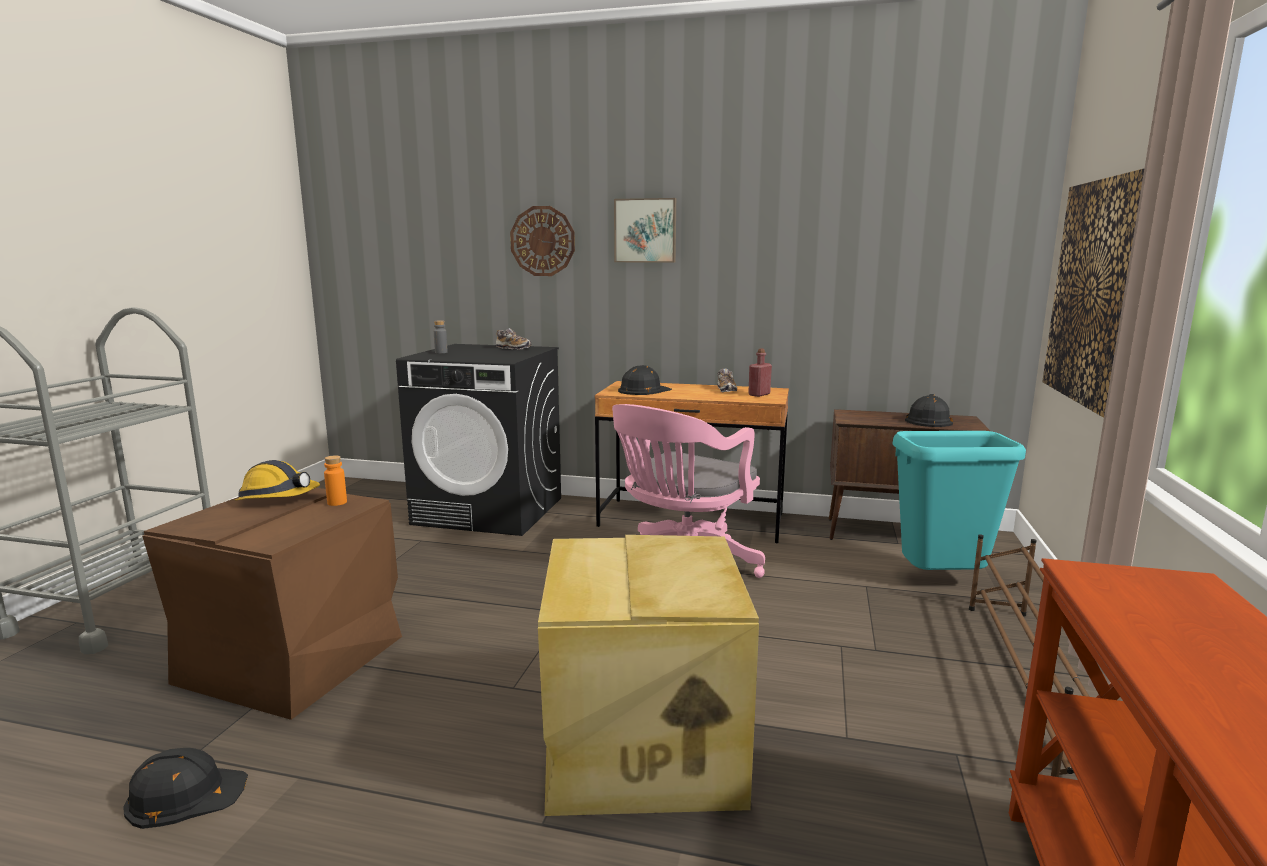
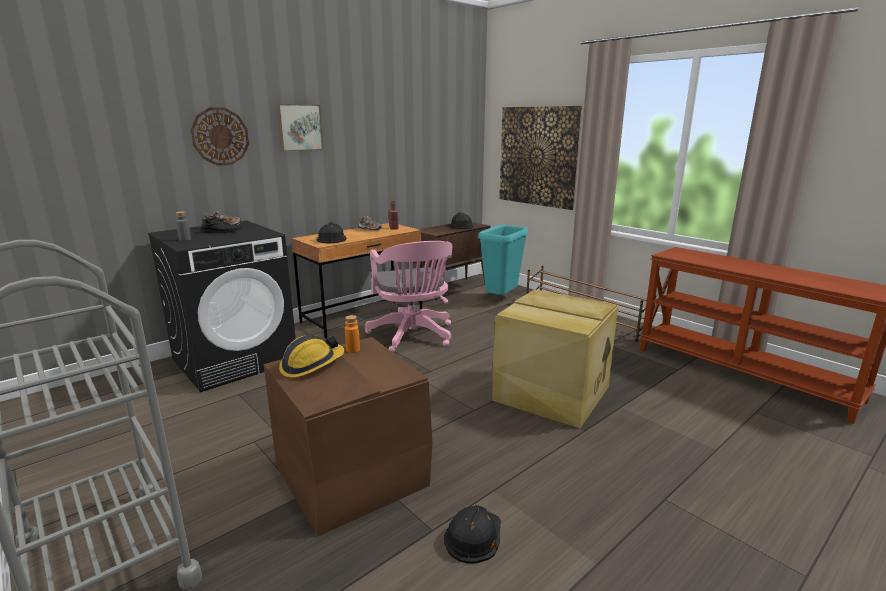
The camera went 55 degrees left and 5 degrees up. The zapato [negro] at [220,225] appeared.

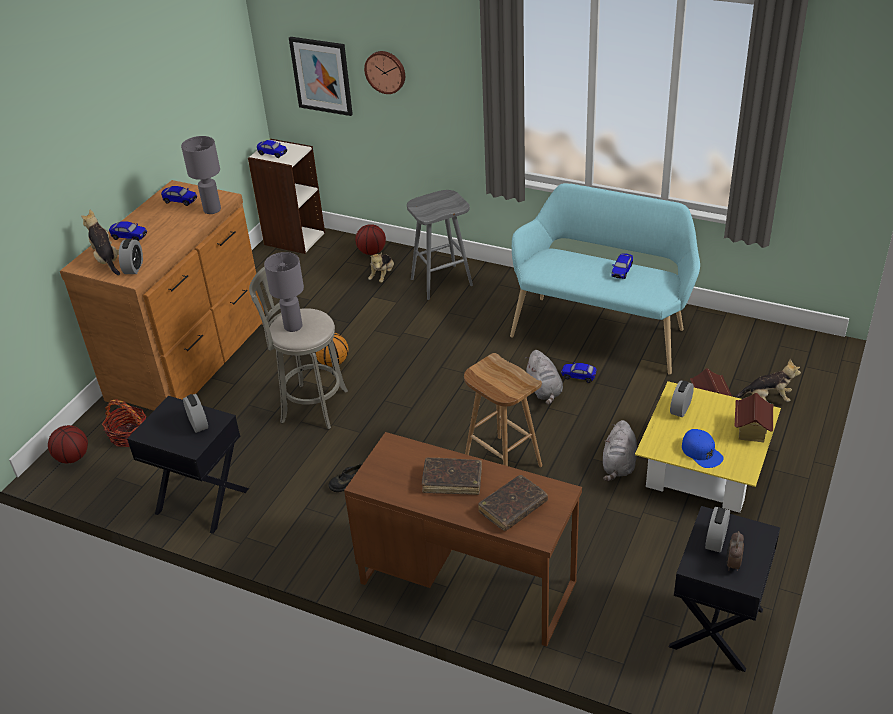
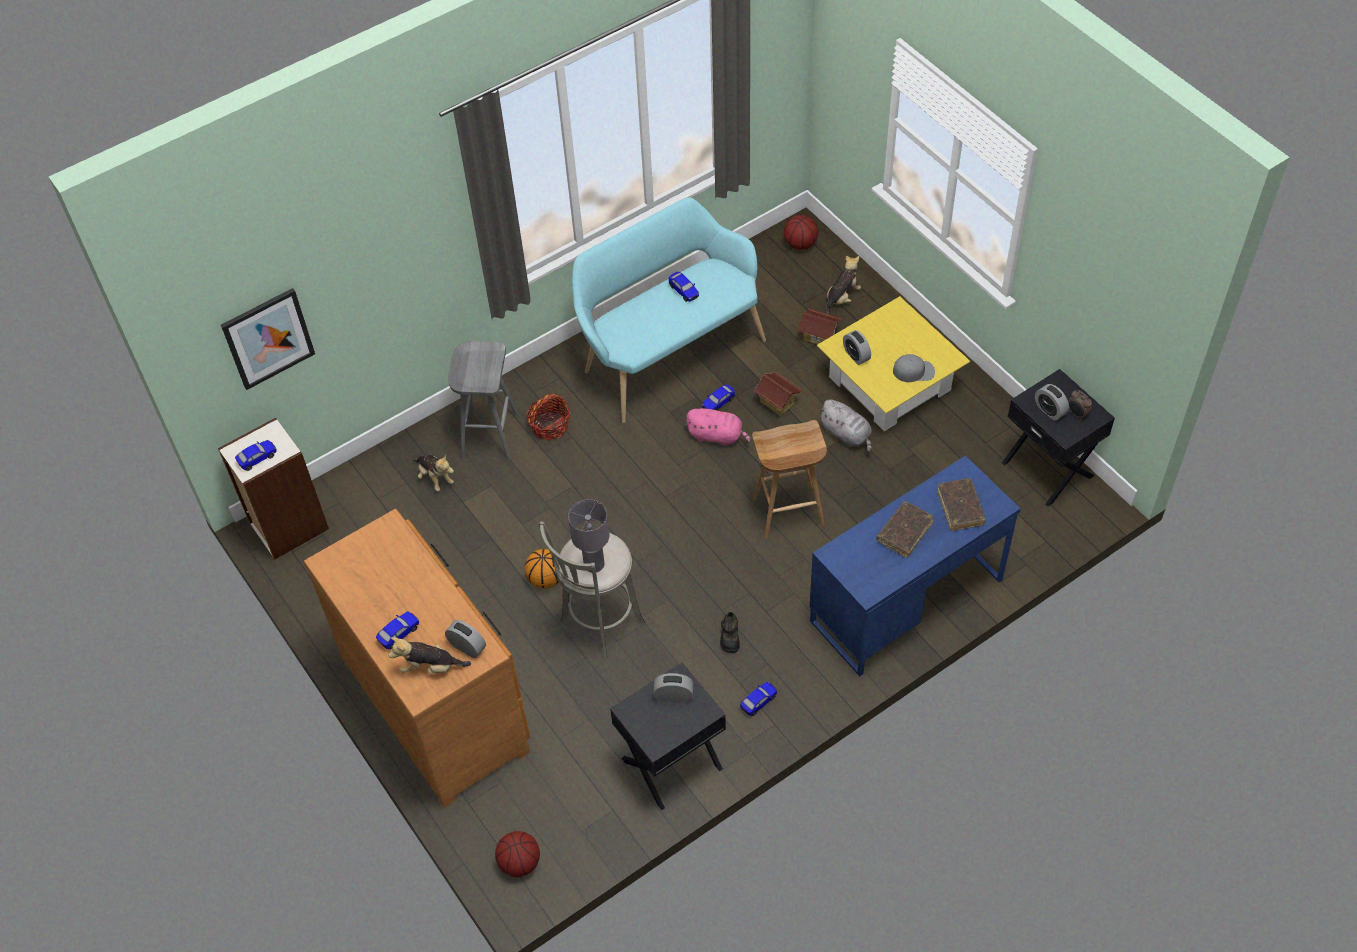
The camera went 60 degrees left and 15 degrees up. The reloj de pared at [384,72] disappeared. The lámpara de mesa [gris] at [201,175] disappeared. The coche de juguete moved from [179,196] to [758,699]. The balón de baloncesto moved from [370,239] to [801,232]. The peluche [gris] at [544,377] became the peluche [rosa] at [718,427]. The casita moved from [753,417] to [777,394]. The cesta moved from [124,423] to [548,417]. The gorra [azul] at [703,448] became the gorra [gris] at [914,368]. The escritorio [marrón] at [463,539] became the escritorio [azul] at [915,565].

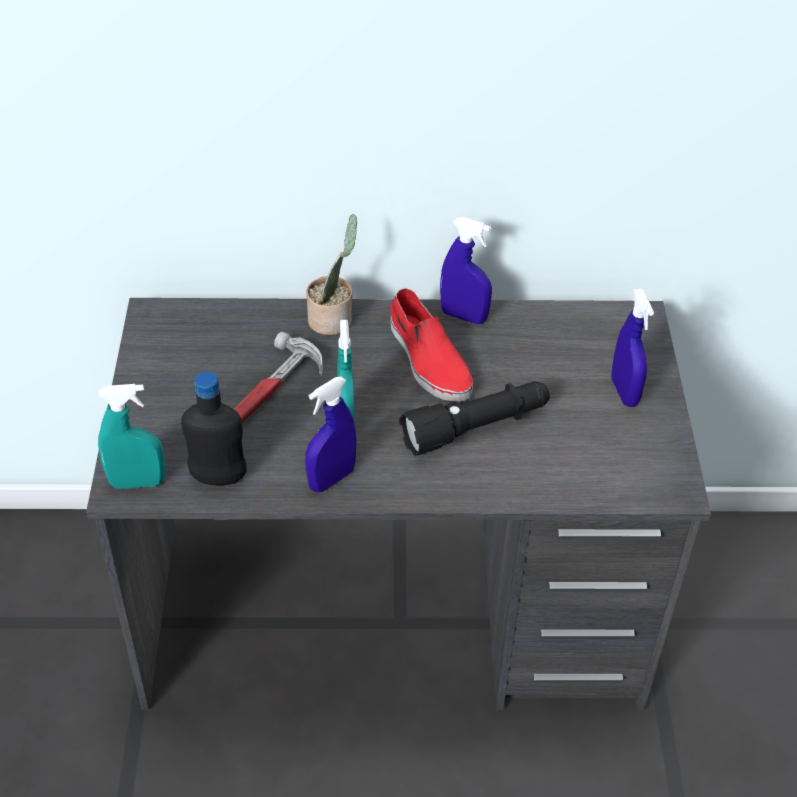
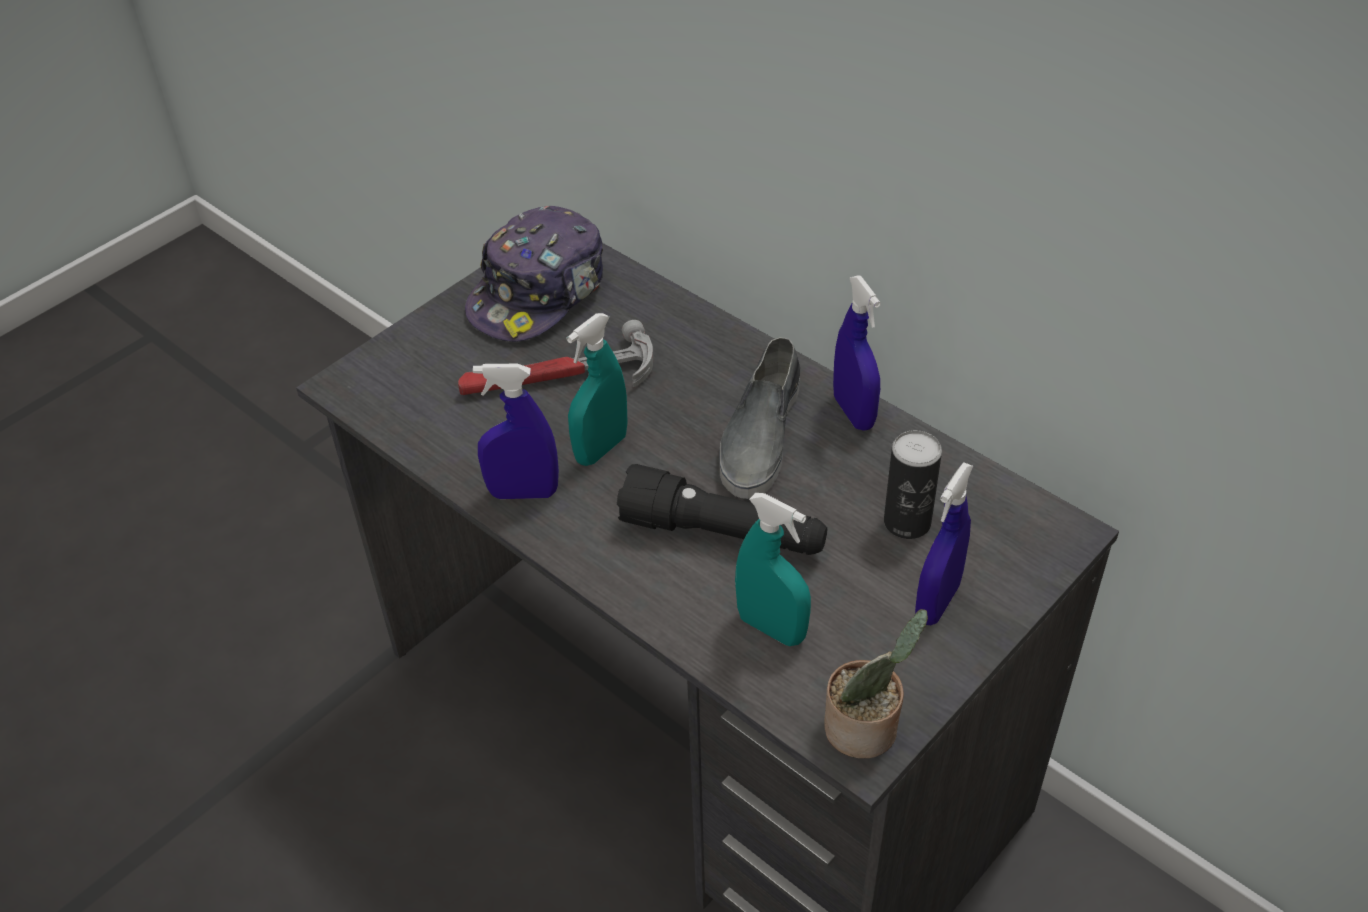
The camera went 45 degrees right and 0 degrees up. The planta en maceta moved from [331,274] to [876,684]. The zapato [rojo] at [431,345] became the zapato [gris] at [759,418]. The botella [negro] at [214,428] disappeared. The pulverizador [turquesa] moved from [131,436] to [773,569]. The gorra at [534,274] appeared. The lata at [913,484] appeared.

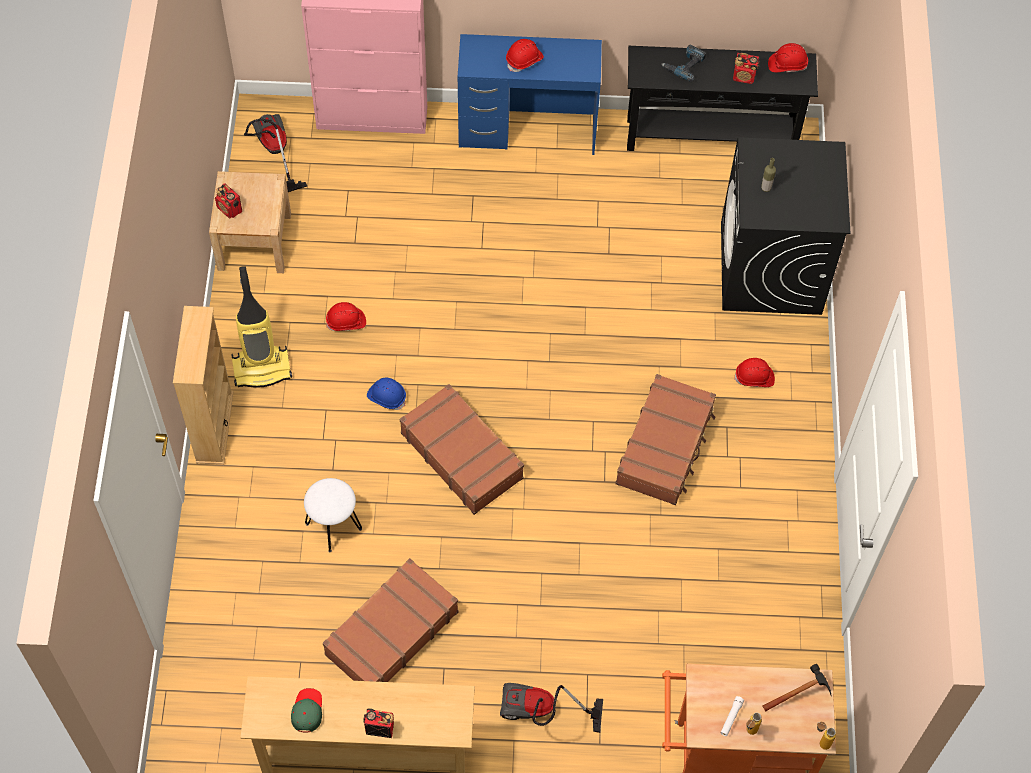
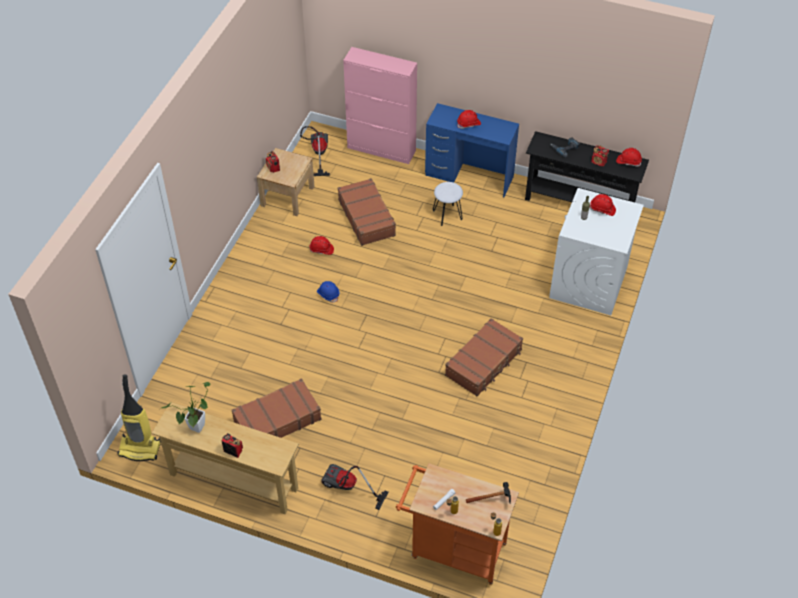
The camera went 20 degrees right and 10 degrees down. The lavadora [negro] at [785,226] became the lavadora [blanco] at [596,251]. The aspiradora moved from [261,327] to [139,418]. The estantería [beis] at [203,385] disappeared. The casco [rojo] moved from [754,372] to [602,205]. The maleta [marrón] moved from [462,449] to [367,212]. The taburete [blanco] moved from [333,515] to [448,204]. The gorra [verde] at [306,710] was replaced by the planta en maceta at [186,407].

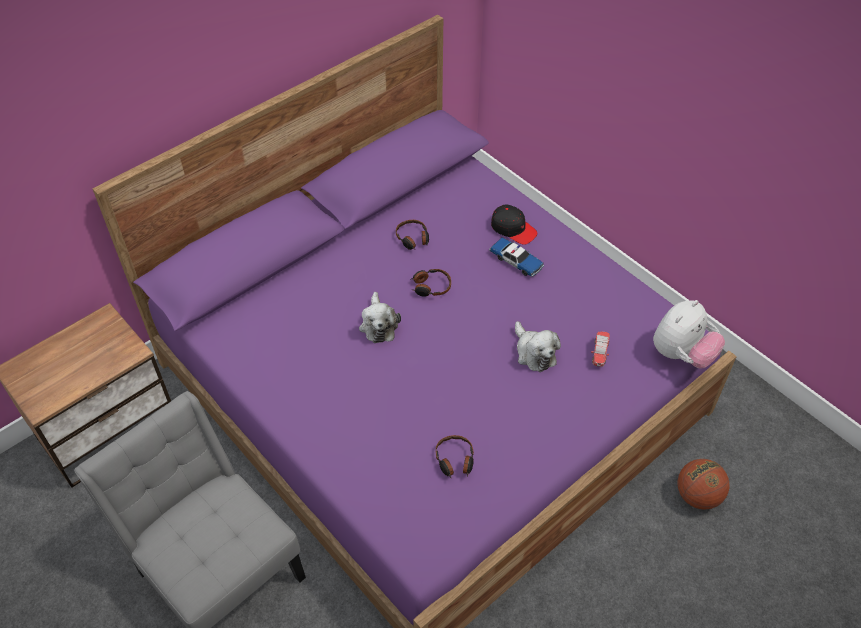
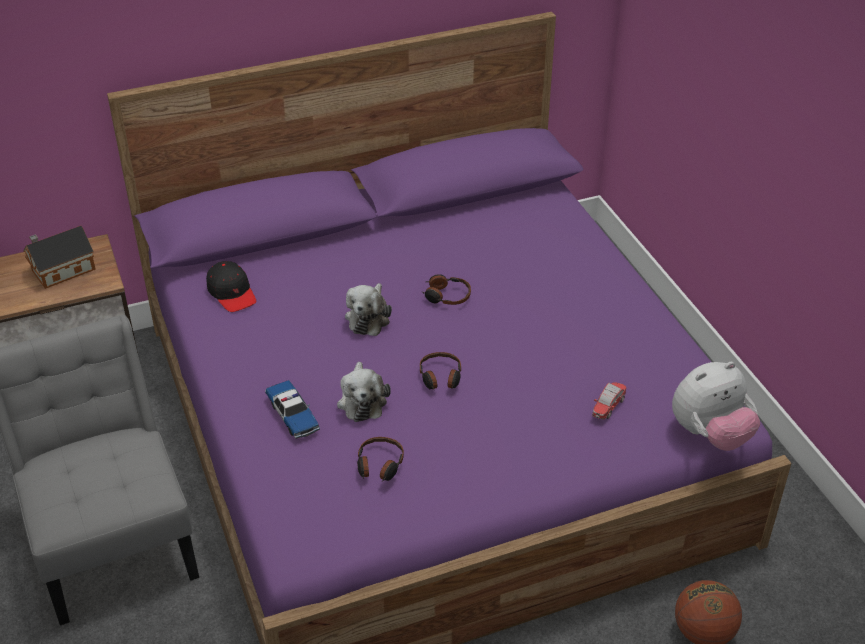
The camera went 20 degrees right and 10 degrees down. The gorra [negro] moved from [514,224] to [231,286]. The auriculares moved from [412,235] to [440,371]. The coche de juguete moved from [516,257] to [292,409]. The peluche moved from [538,346] to [364,392]. The casita at [59,257] appeared.

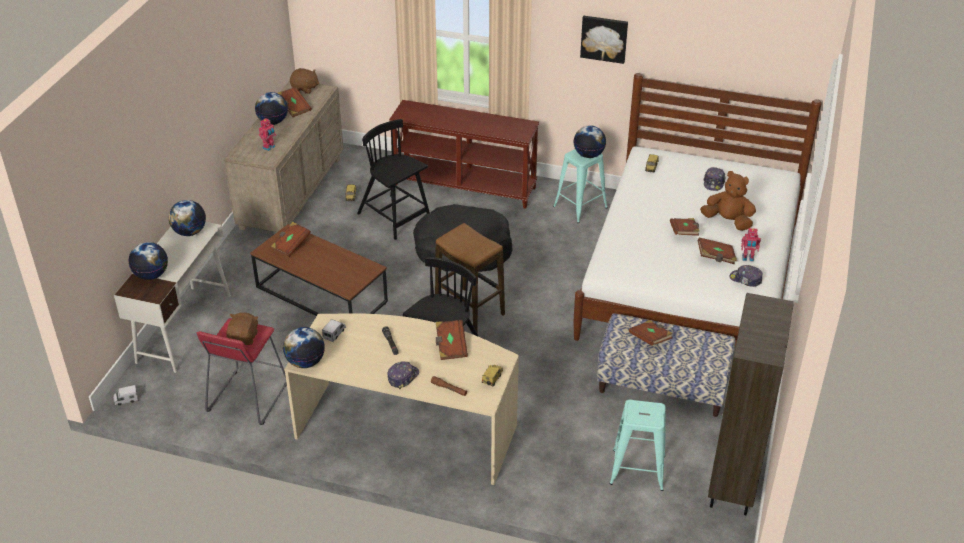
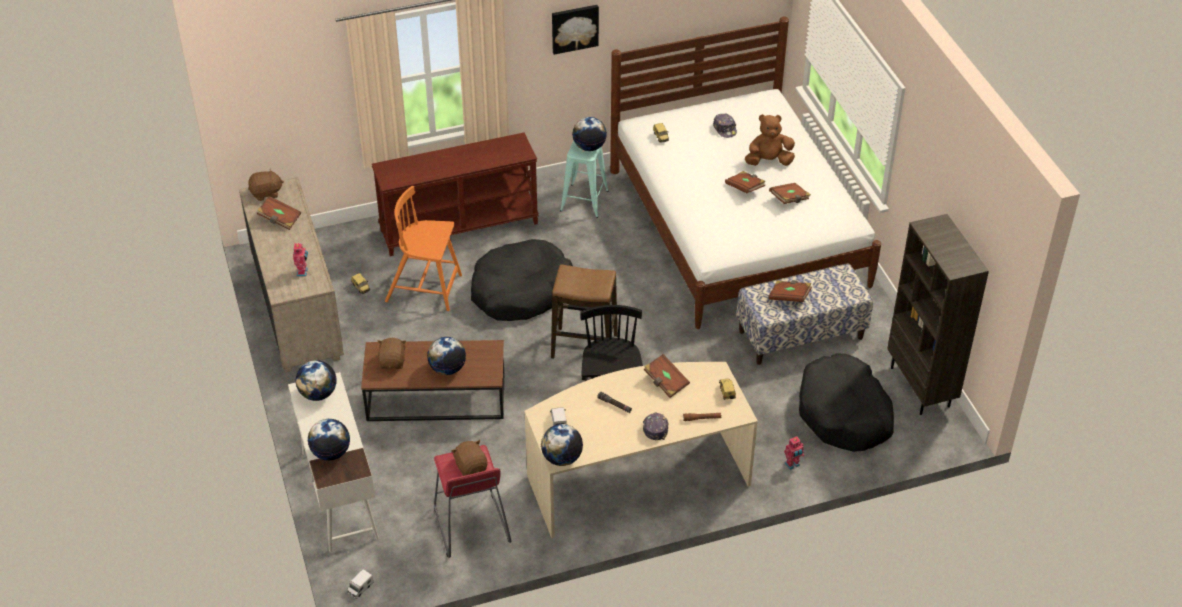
The camera went 35 degrees left and 5 degrees up. The globo terráqueo moved from [271,108] to [446,356]. The silla [negro] at [393,179] became the silla [naranja] at [423,248]. The libro [marrón] at [291,239] was replaced by the peluche [marrón] at [392,353]. The robot de juguete moved from [751,245] to [794,453]. The gorra at [745,276] disappeared. The taburete [turquesa] at [638,445] was replaced by the cama para perro [negro] at [846,402].

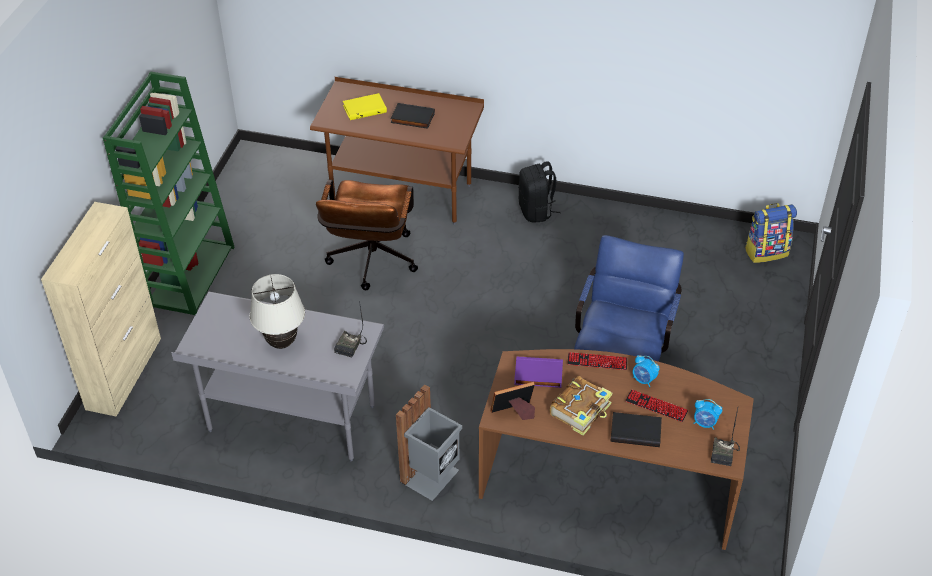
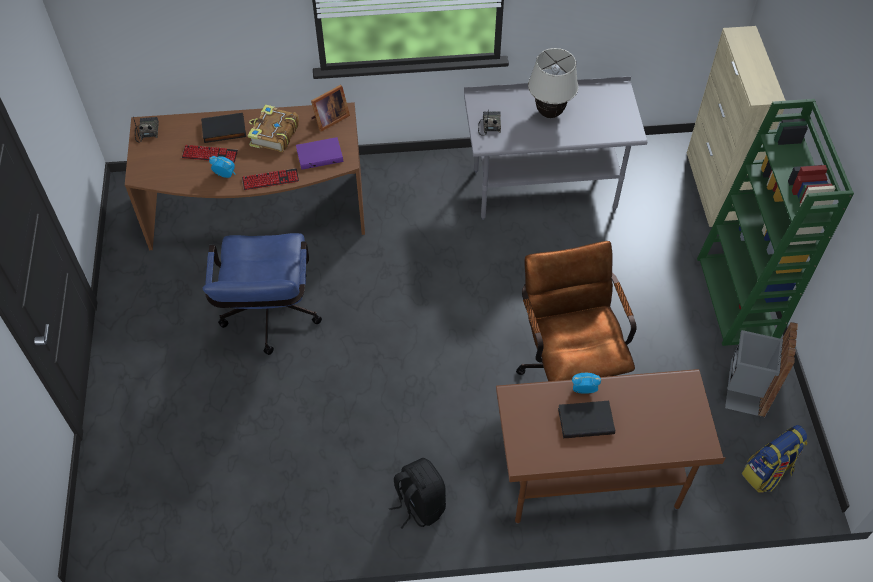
The camera went 160 degrees right and 10 degrees up. The libro [amarillo] at [365,106] disappeared. The mochila moved from [771,233] to [774,459]. The papelera [gris] moved from [429,442] to [761,369]. The despertador moved from [707,414] to [586,383].

